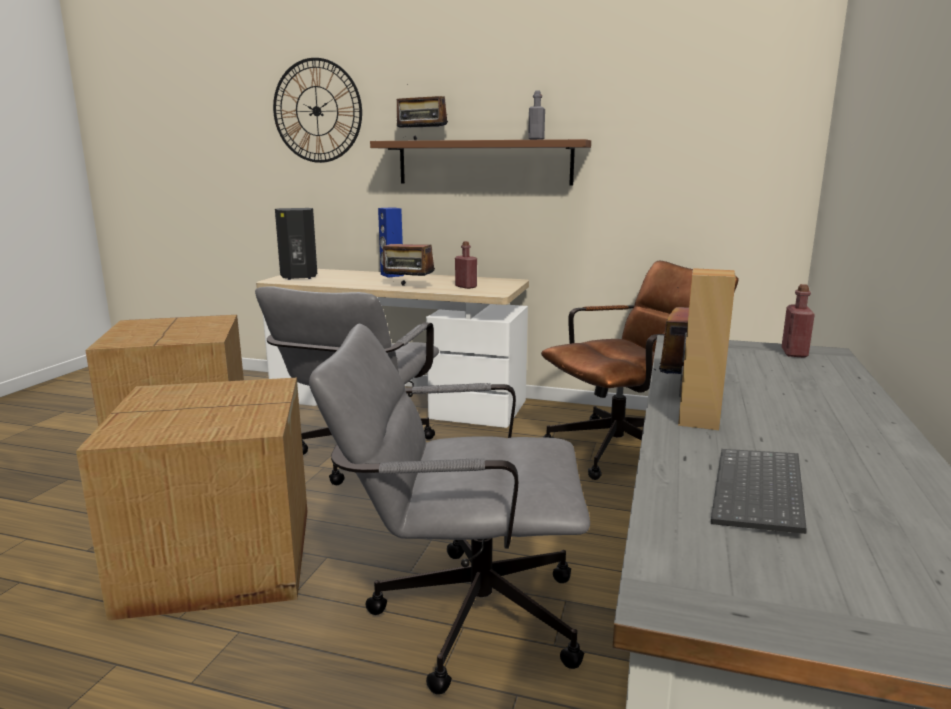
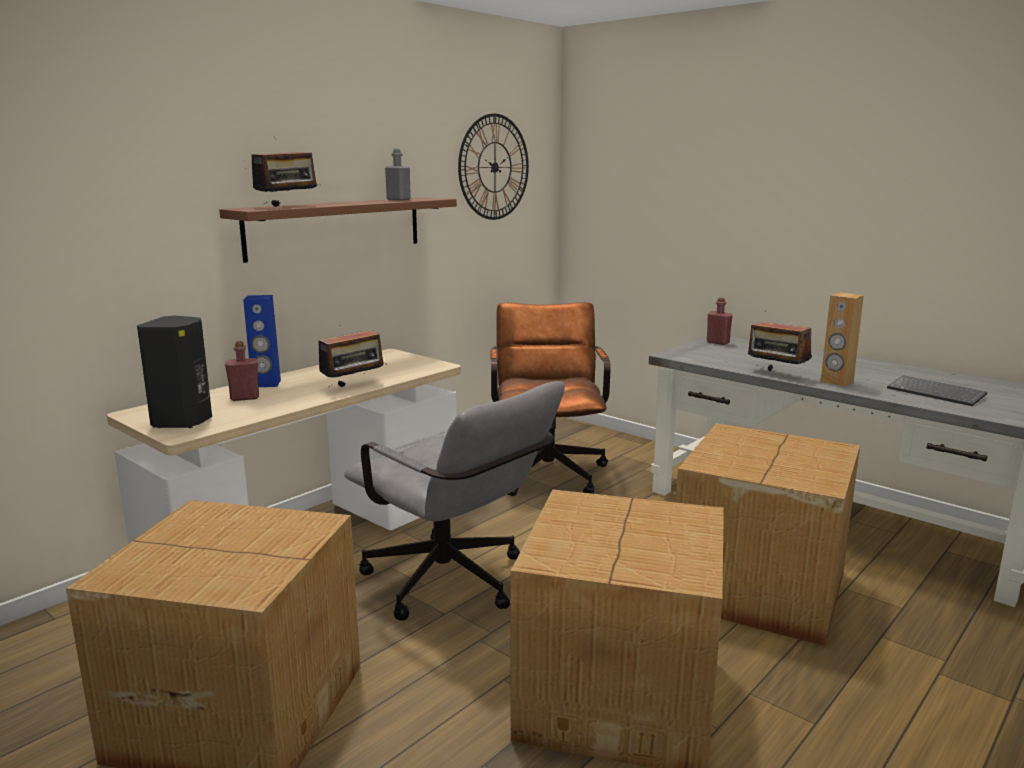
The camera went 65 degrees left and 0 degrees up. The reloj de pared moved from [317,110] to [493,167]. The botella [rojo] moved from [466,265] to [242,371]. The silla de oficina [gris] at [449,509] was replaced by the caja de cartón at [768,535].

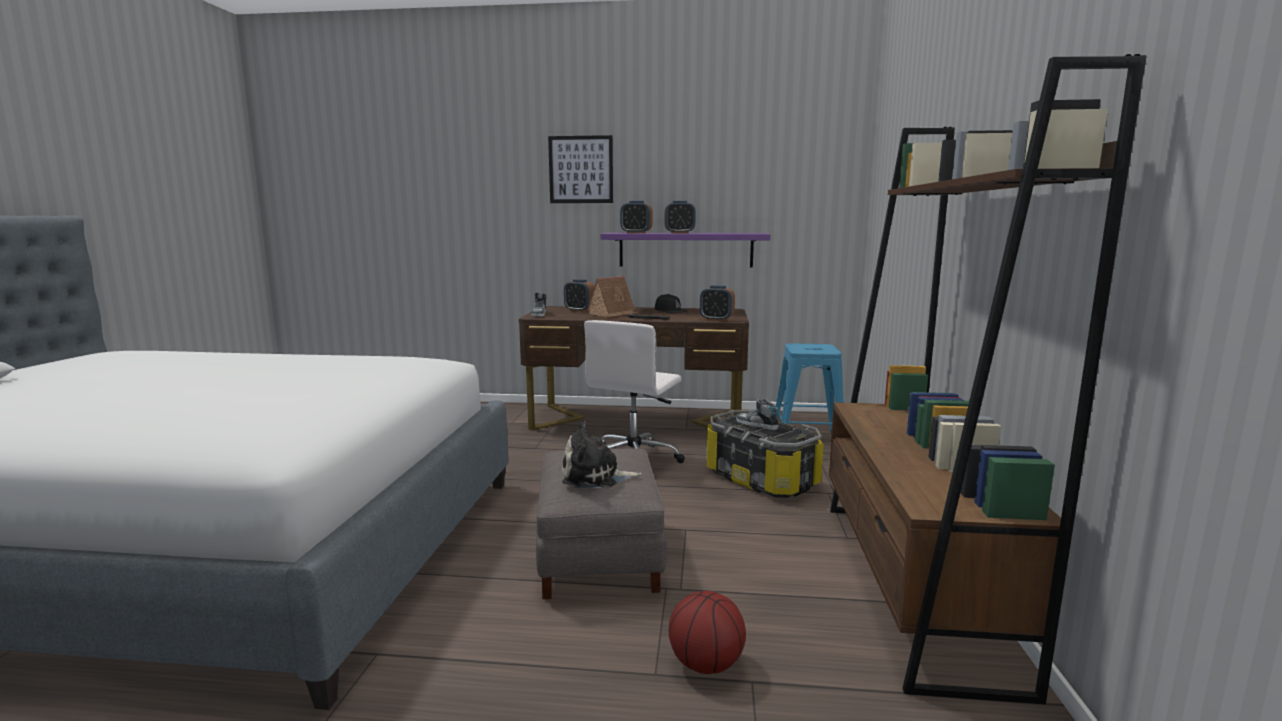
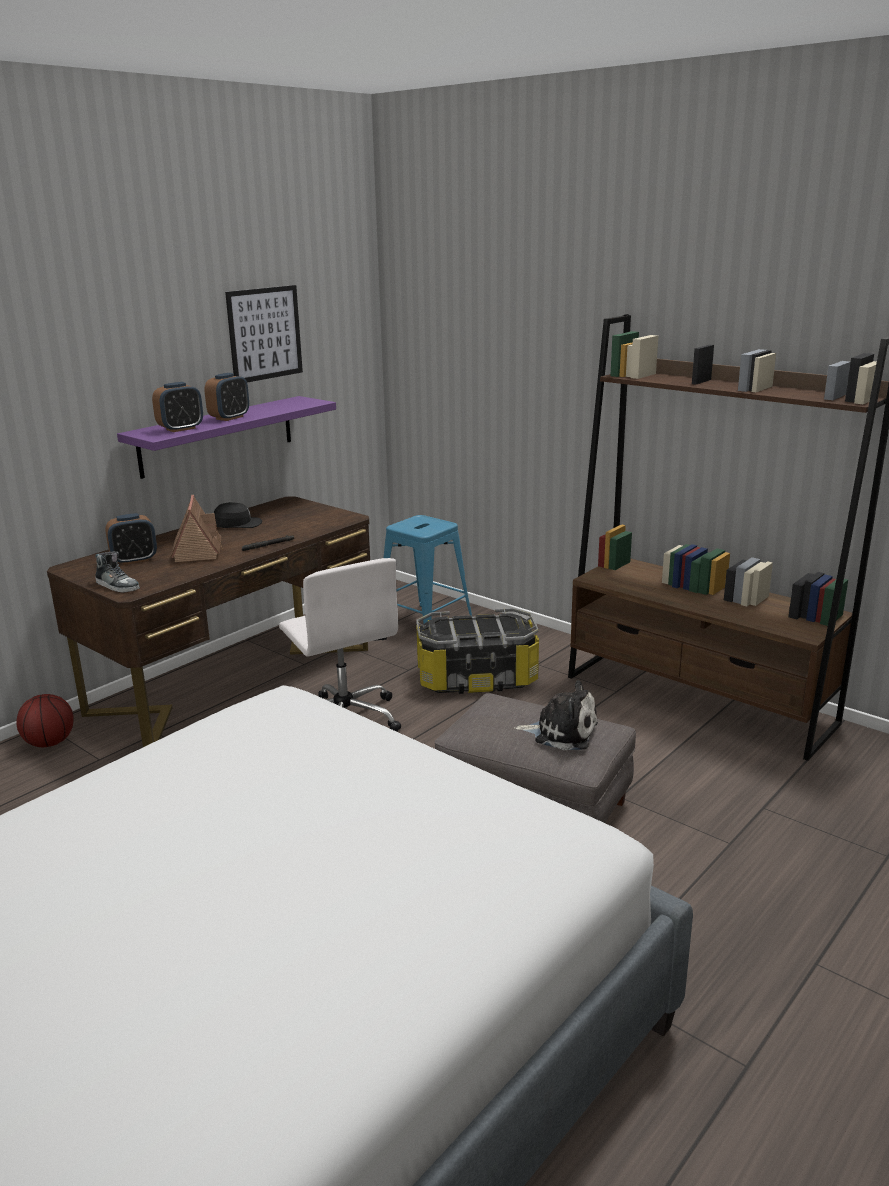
The camera went 55 degrees left and 10 degrees up. The cuadro moved from [580,169] to [264,333]. The despertador at [717,303] disappeared. The zapato at [757,414] disappeared. The peluche at [602,454] turned 105 degrees counterclockwise. The balón de baloncesto moved from [707,632] to [45,720].

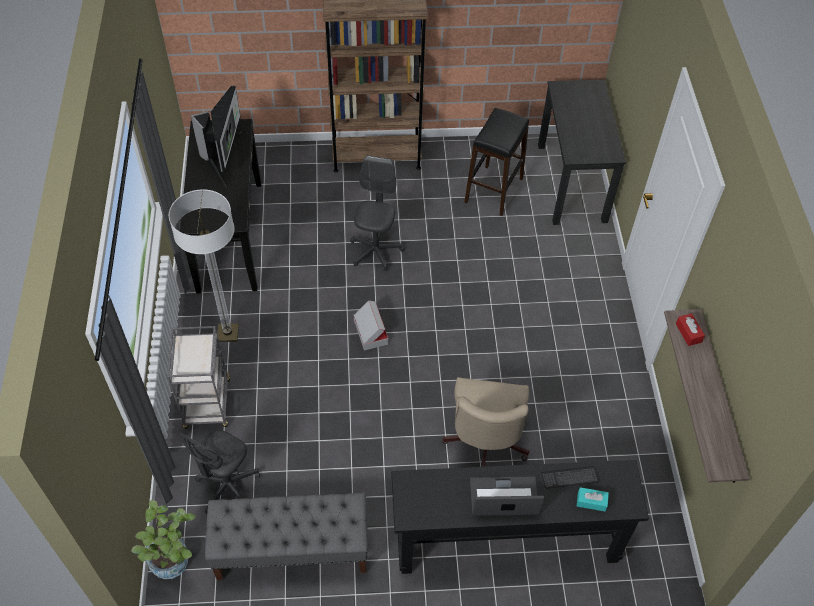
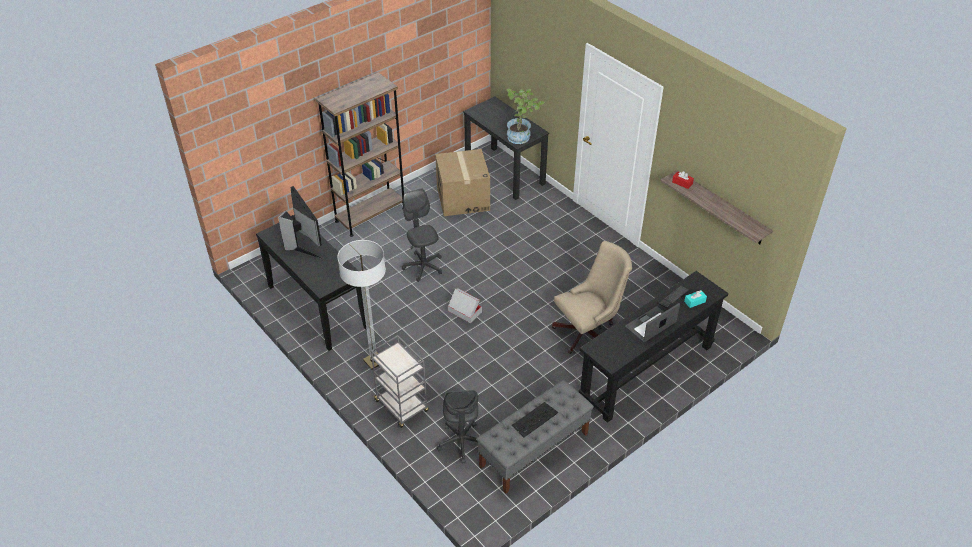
The camera went 35 degrees left and 10 degrees down. The taburete [negro] at [496,162] was replaced by the caja de cartón at [462,182]. The silla de oficina [beis] at [486,422] turned 90 degrees counterclockwise. The planta en maceta moved from [163,539] to [525,116]. The teclado at [535,420] appeared.

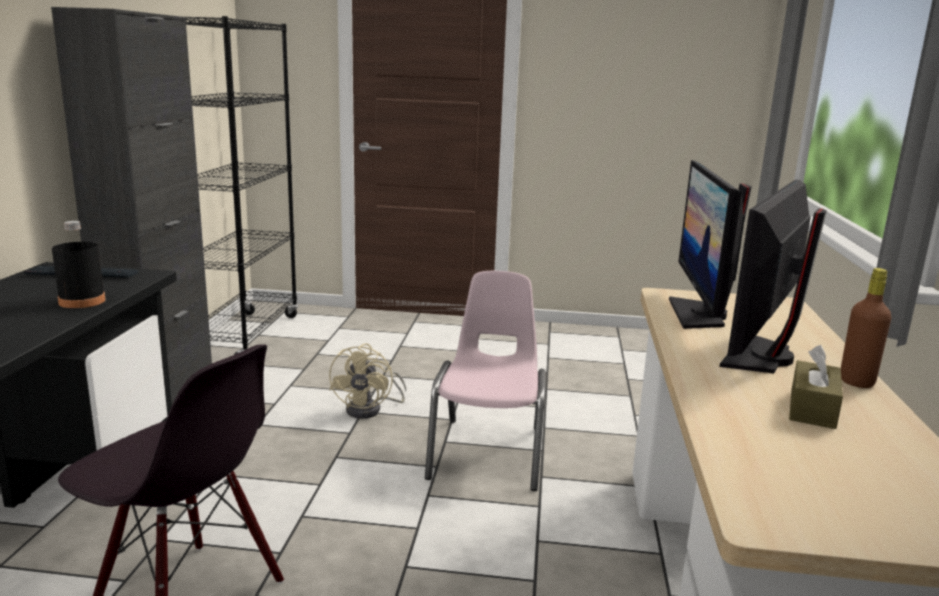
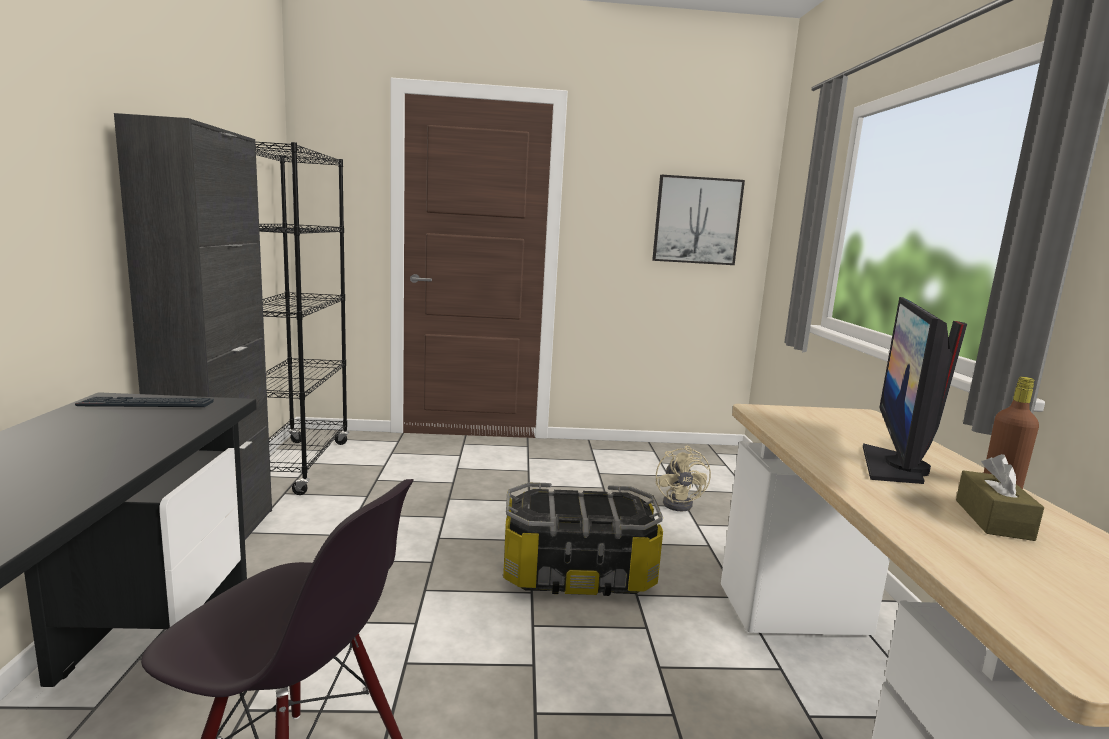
The camera went 10 degrees left and 5 degrees down. The monitor at [710,244] disappeared. The botella [negro] at [79,264] disappeared. The silla [rosa] at [485,381] was replaced by the caja de almacenaje at [583,539]. The ventilador [beis] moved from [367,381] to [683,478]. The cuadro at [698,220] appeared.

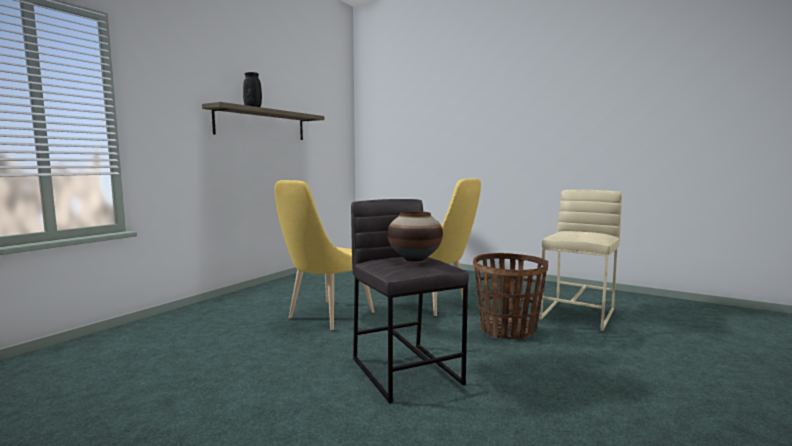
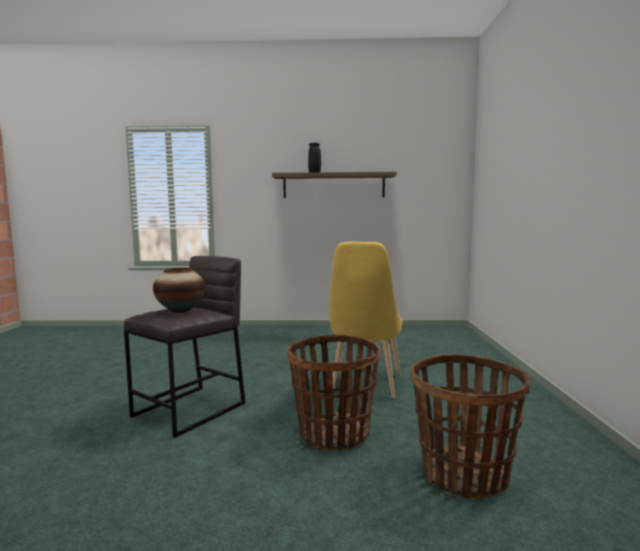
The camera went 60 degrees right and 0 degrees up. The silla [amarillo] at [324,255] disappeared. The taburete [beis] at [580,260] was replaced by the cesta at [470,426].

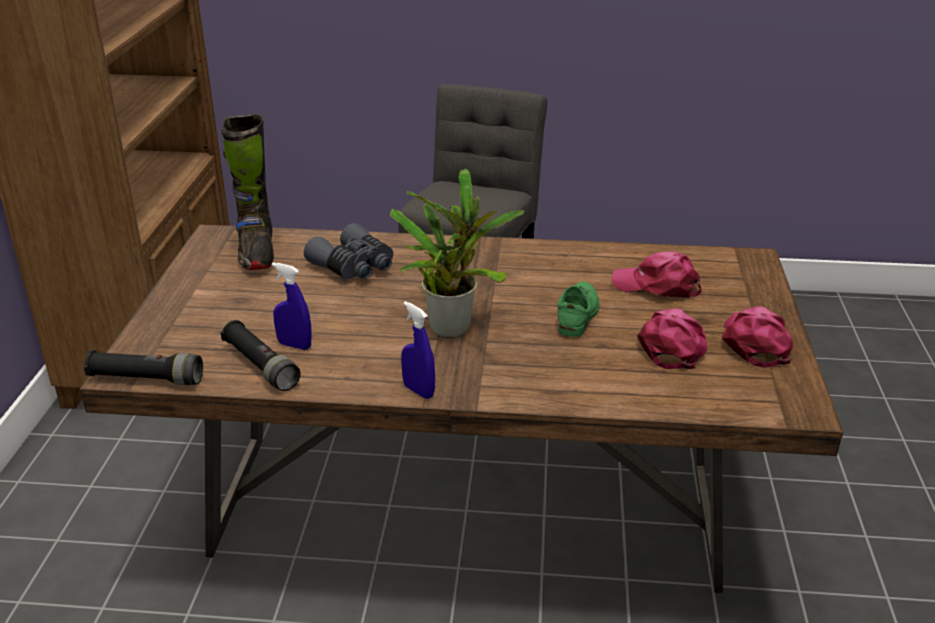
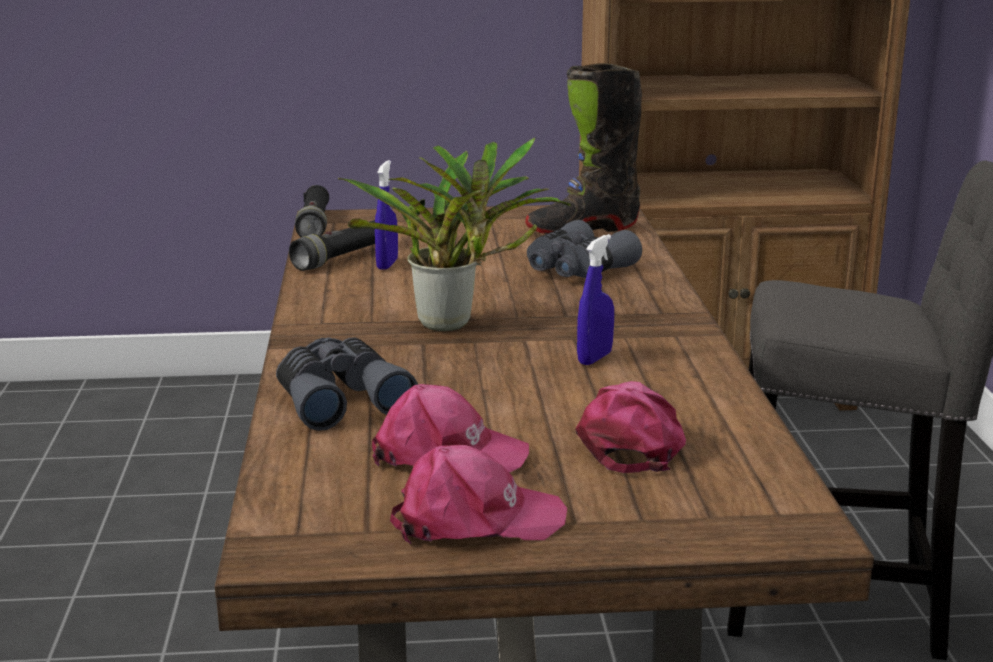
The camera went 80 degrees right and 10 degrees down. The zapato [verde] at [578,309] disappeared. The pulverizador [azul] moved from [418,350] to [595,299]. The prismáticos [gris] at [347,384] appeared.

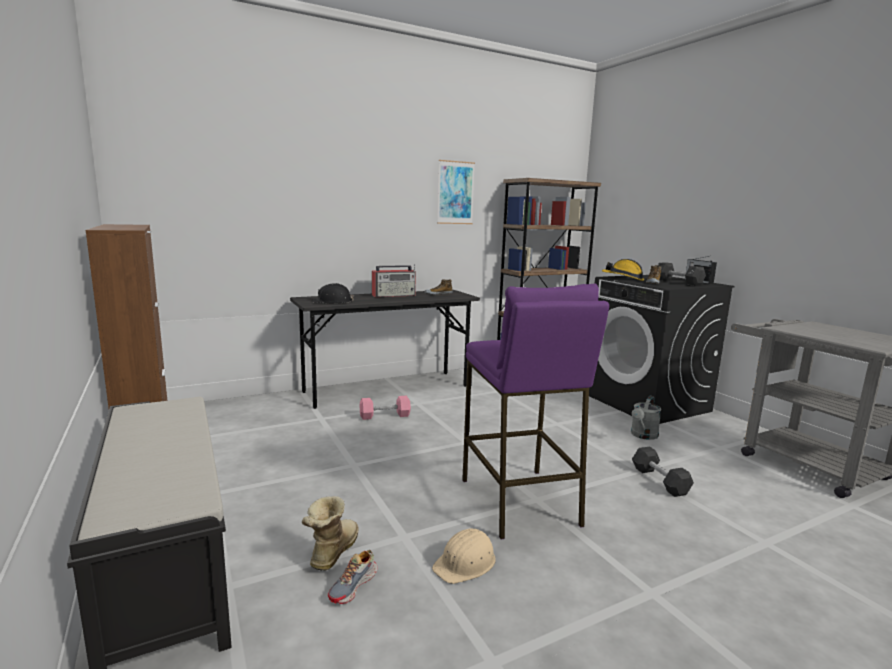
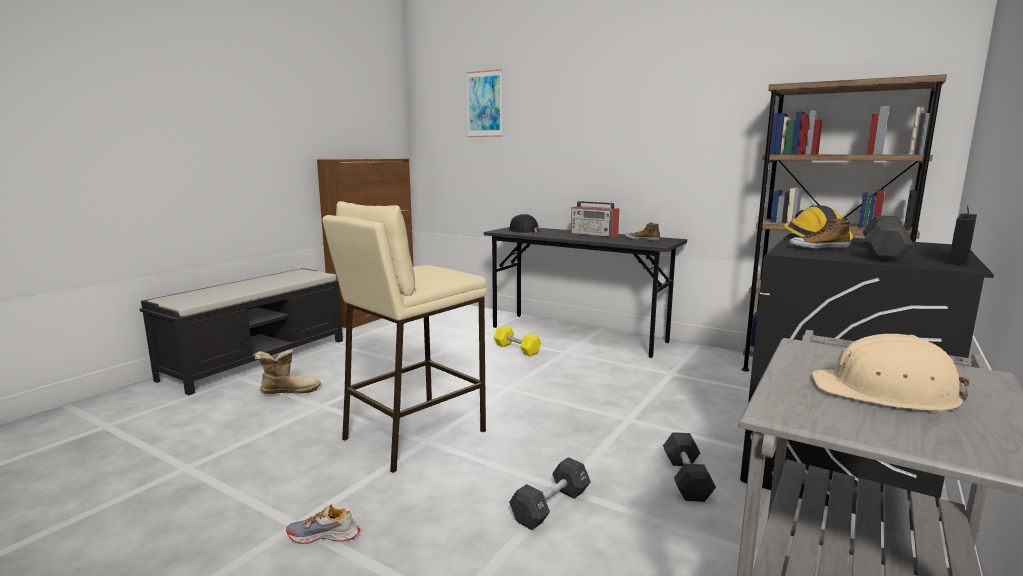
The camera went 60 degrees right and 0 degrees up. The cuadro moved from [456,192] to [484,103]. The taburete [morado] at [535,411] became the taburete [beis] at [404,337]. The mancuerna [rosa] at [385,408] became the mancuerna [amarillo] at [517,341]. The regadera [gris] at [646,418] was replaced by the mancuerna [negro] at [689,467]. The casco [beis] moved from [464,556] to [891,372]. The zapato moved from [353,577] to [323,524].

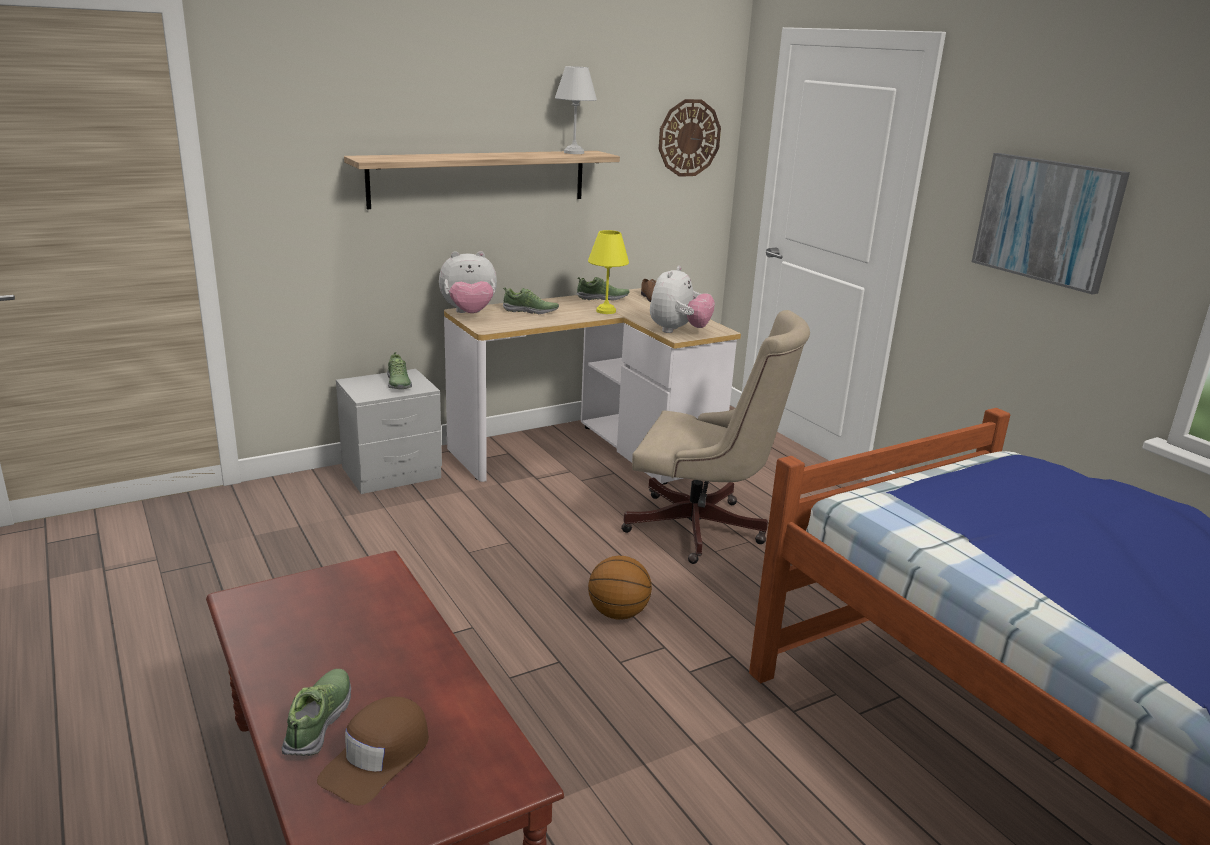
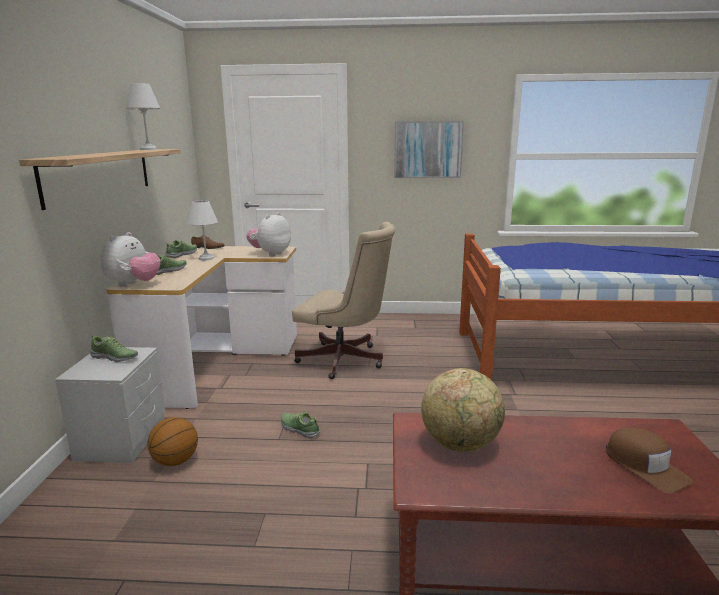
The camera went 55 degrees left and 5 degrees down. The reloj de pared at [690,138] disappeared. The lámpara de mesa [amarillo] at [608,272] became the lámpara de mesa [blanco] at [202,230]. The peluche at [682,299] turned 120 degrees counterclockwise. The silla de oficina [beis] at [715,437] turned 60 degrees clockwise. The balón de baloncesto moved from [620,588] to [172,441]. The zapato moved from [316,712] to [301,425]. The globo terráqueo at [463,410] appeared.

